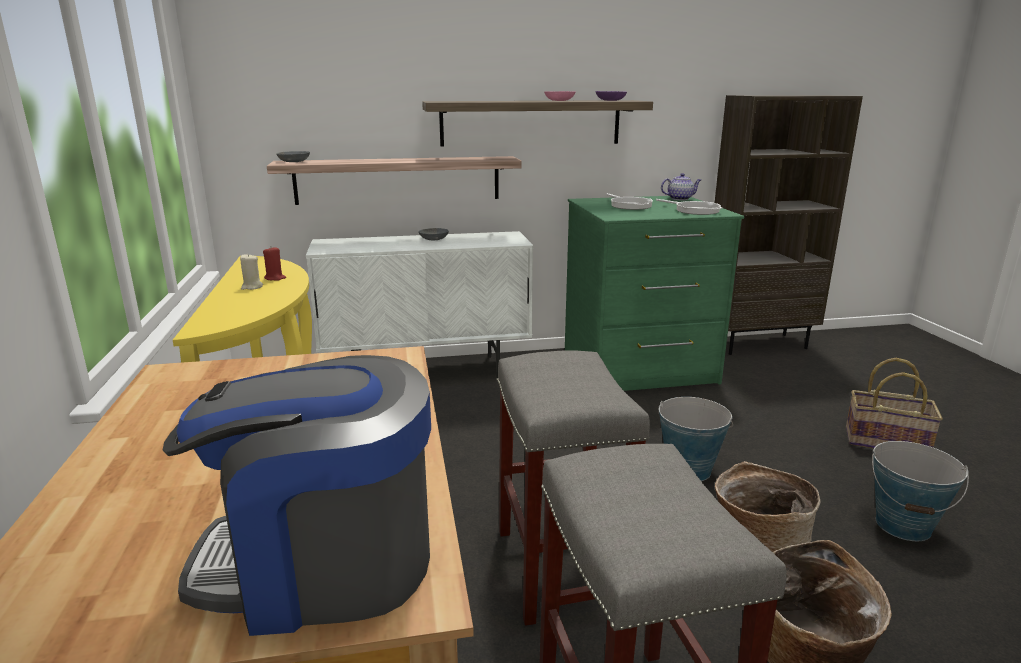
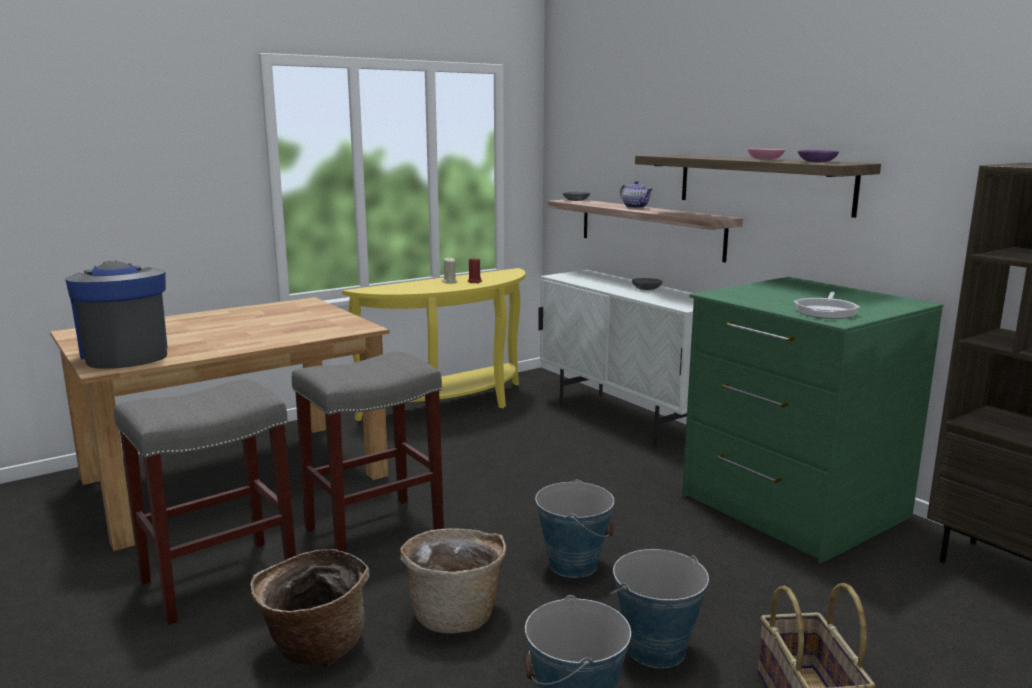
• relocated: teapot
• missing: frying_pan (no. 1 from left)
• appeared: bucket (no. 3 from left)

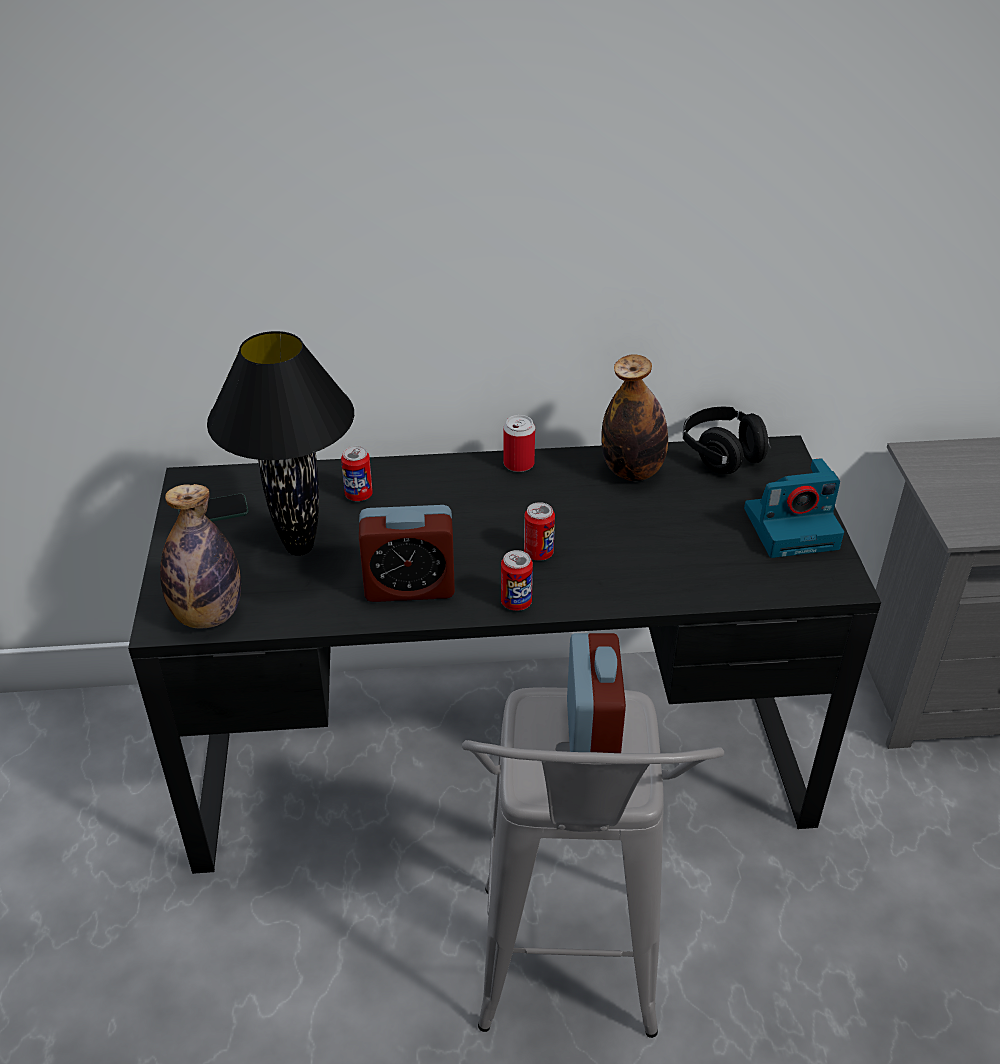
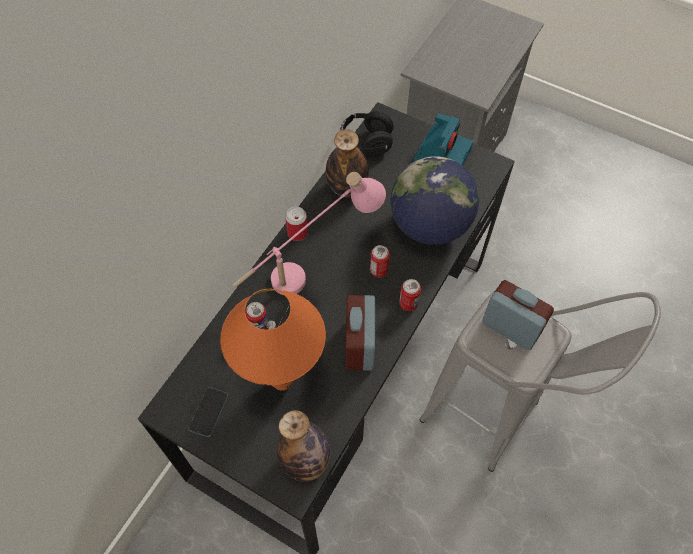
• colour: black_table_lamp to orange_table_lamp
• spun: alarm_clock (no. 1 from left) 150 degrees clockwise
• appeared: globe
• appeared: pink_table_lamp

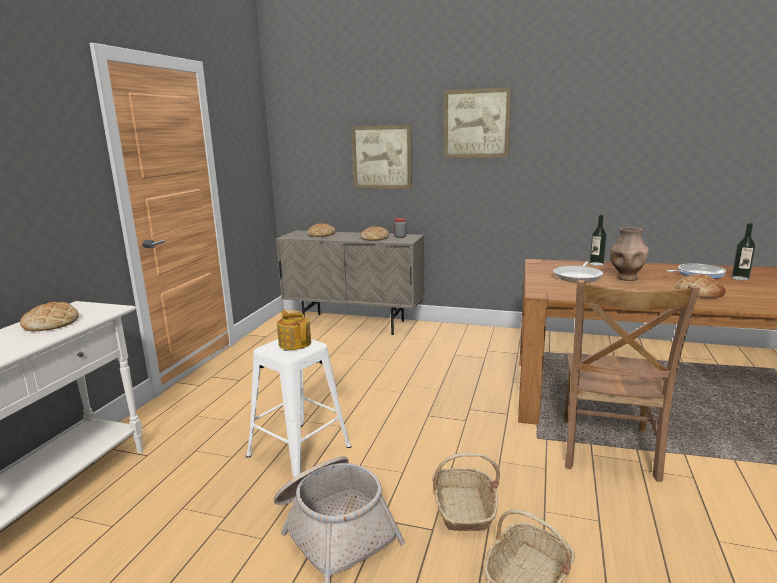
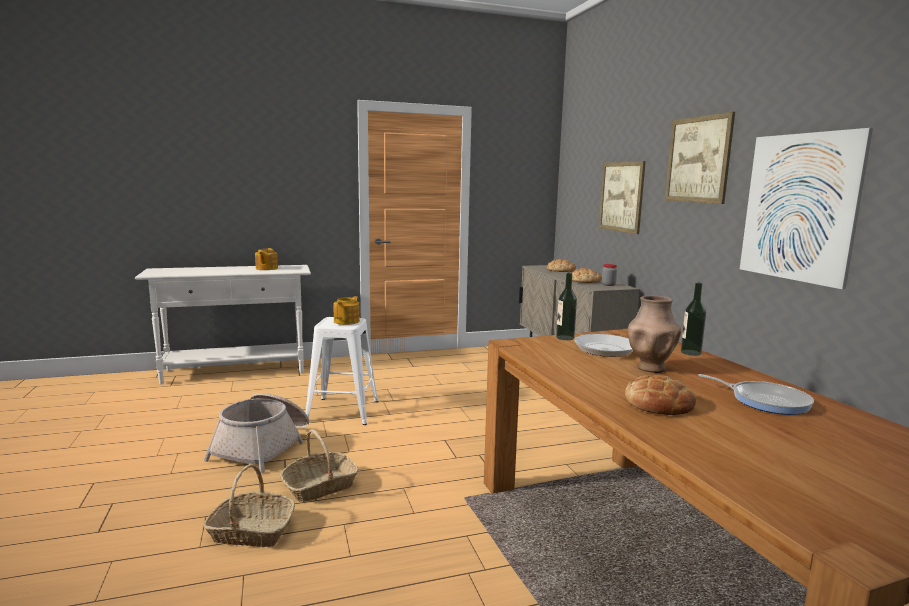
• relocated: bottle (no. 2 from left in the first image) to bottle (no. 1 from left)
• missing: brown_chair
• exchanged: bread (no. 1 from left) to teapot (no. 1 from left)
• appeared: picture (no. 3 from left)

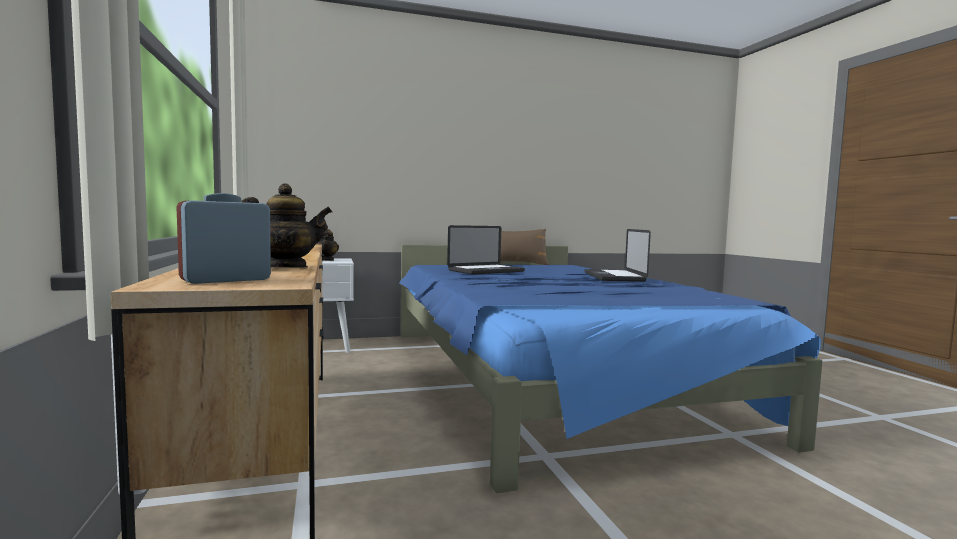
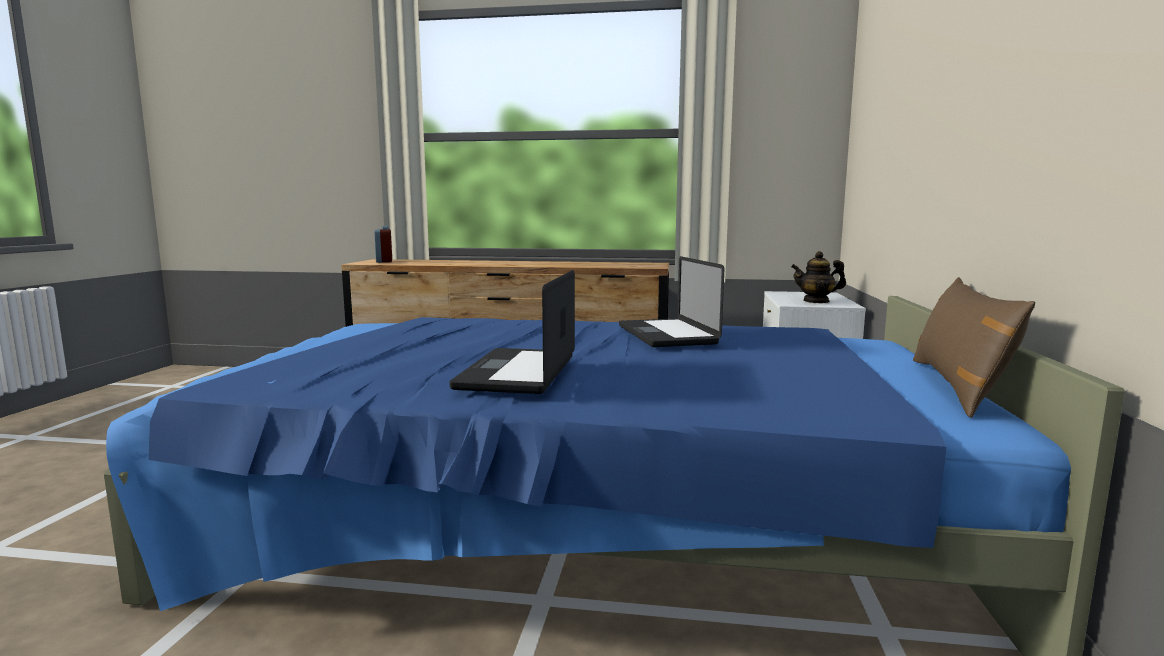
• missing: teapot (no. 1 from left)
• spun: laptop (no. 2 from left in the first image) 105 degrees counterclockwise

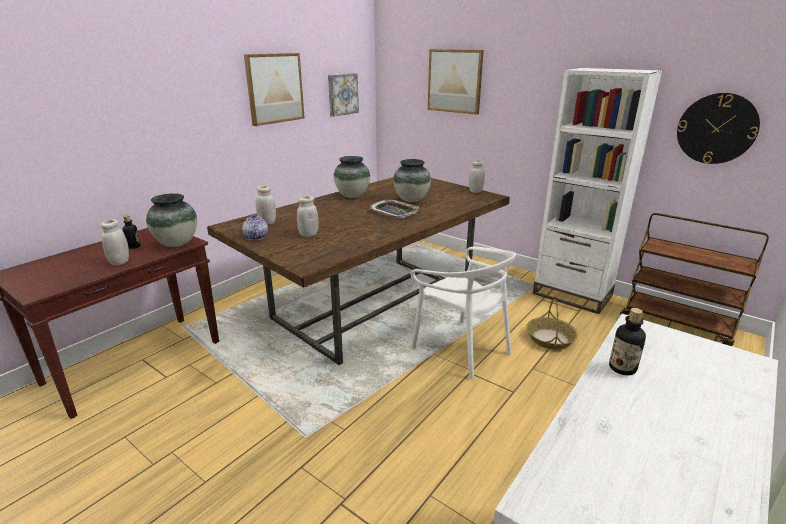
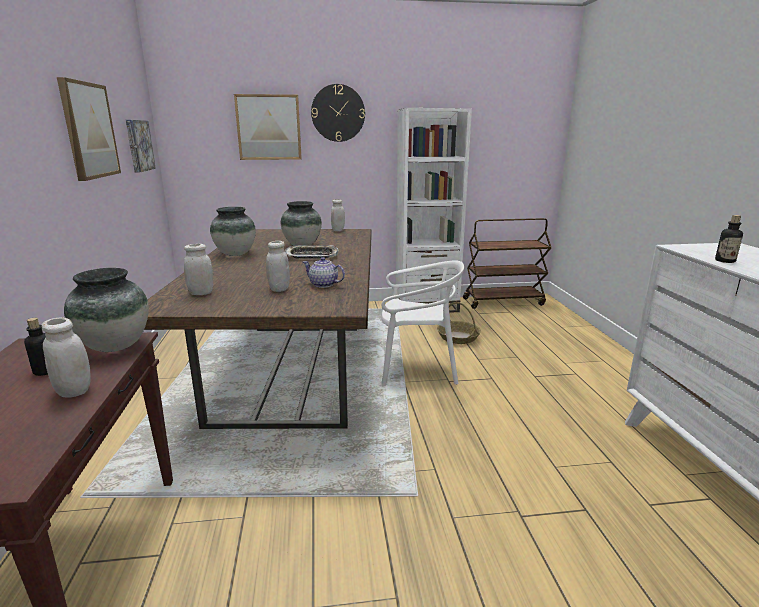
• relocated: wall_clock
• relocated: teapot

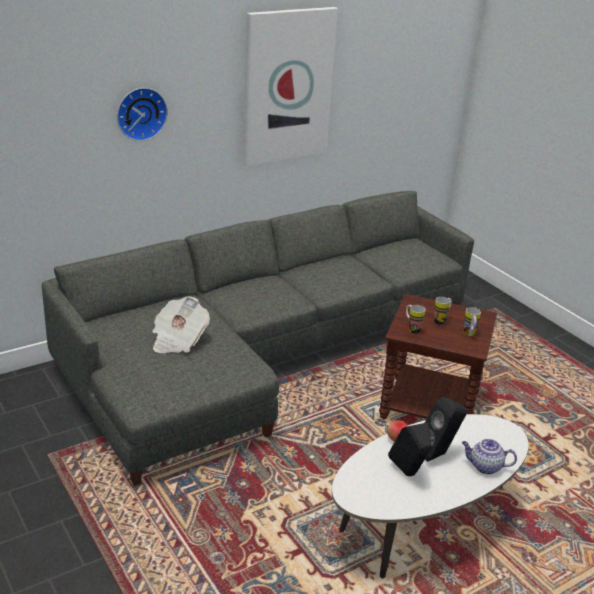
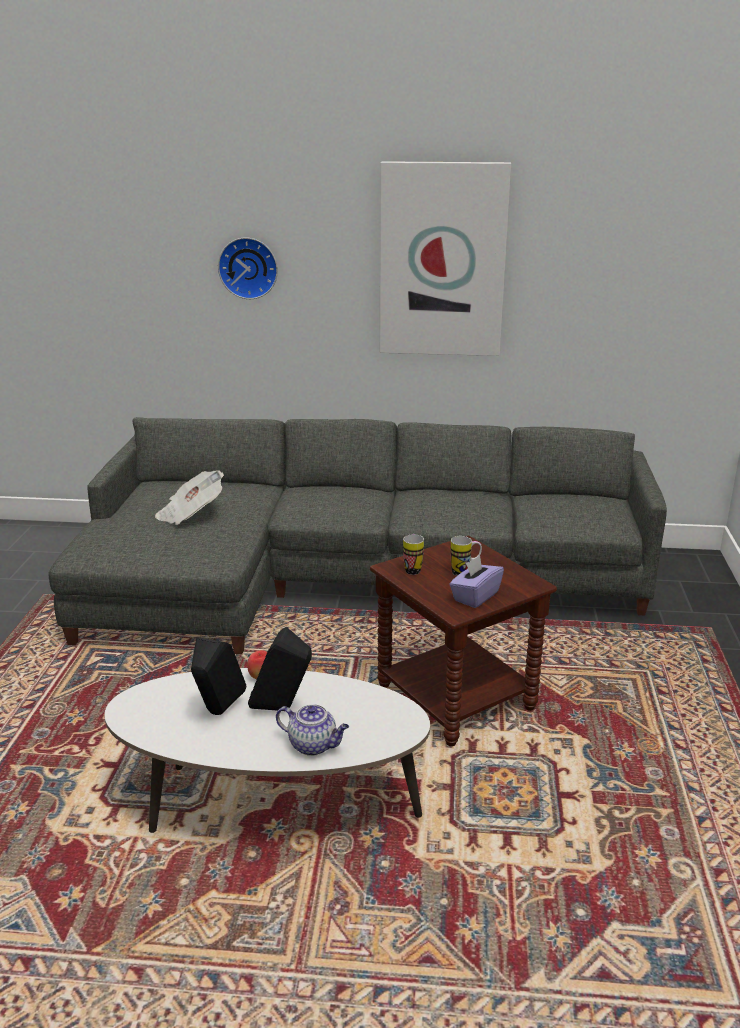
• exchanged: mug (no. 3 from left) to purple_tissue_box
• spun: teapot 150 degrees clockwise

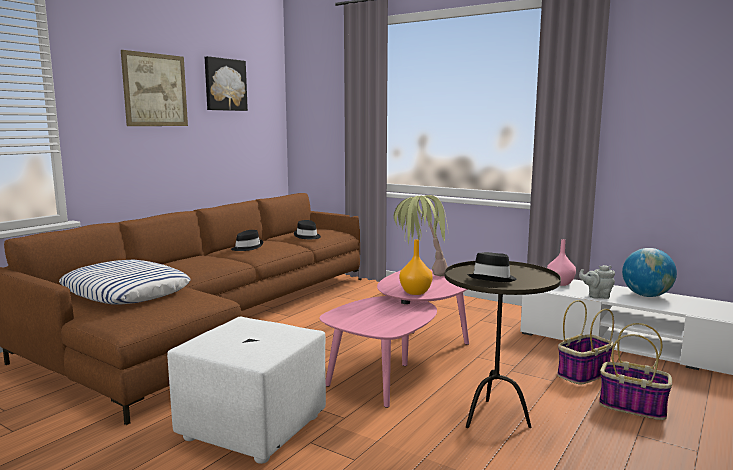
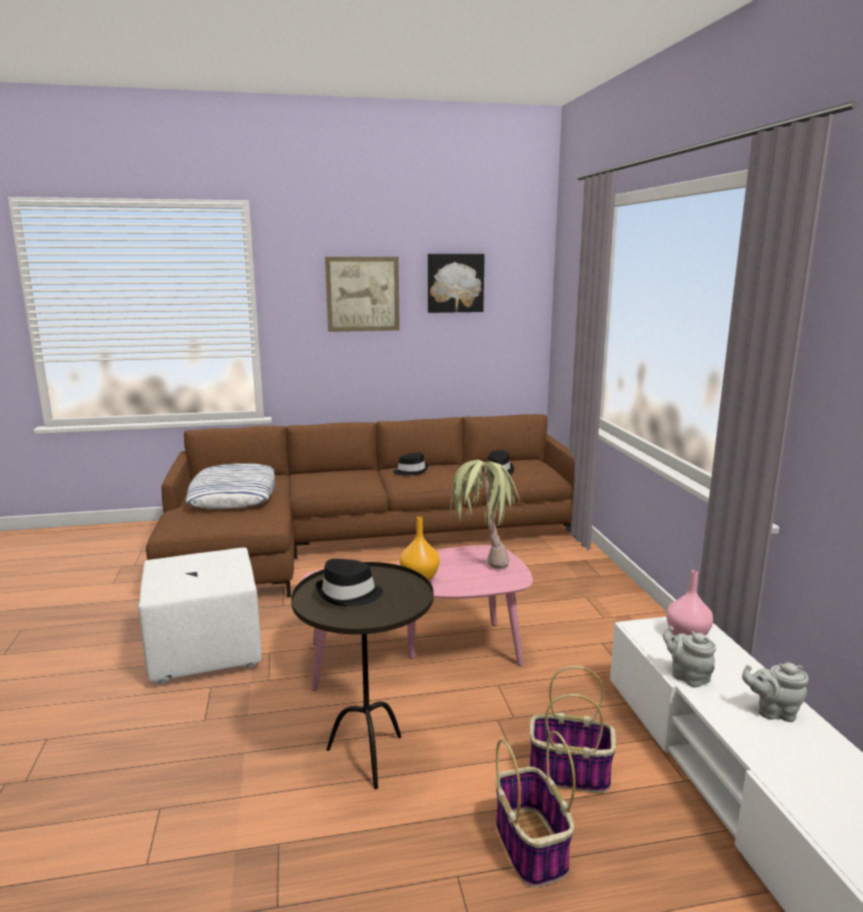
• exchanged: globe to grey_teapot (no. 2 from left)

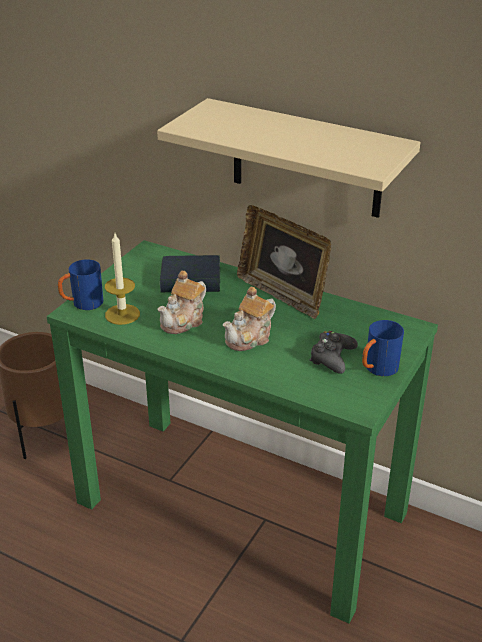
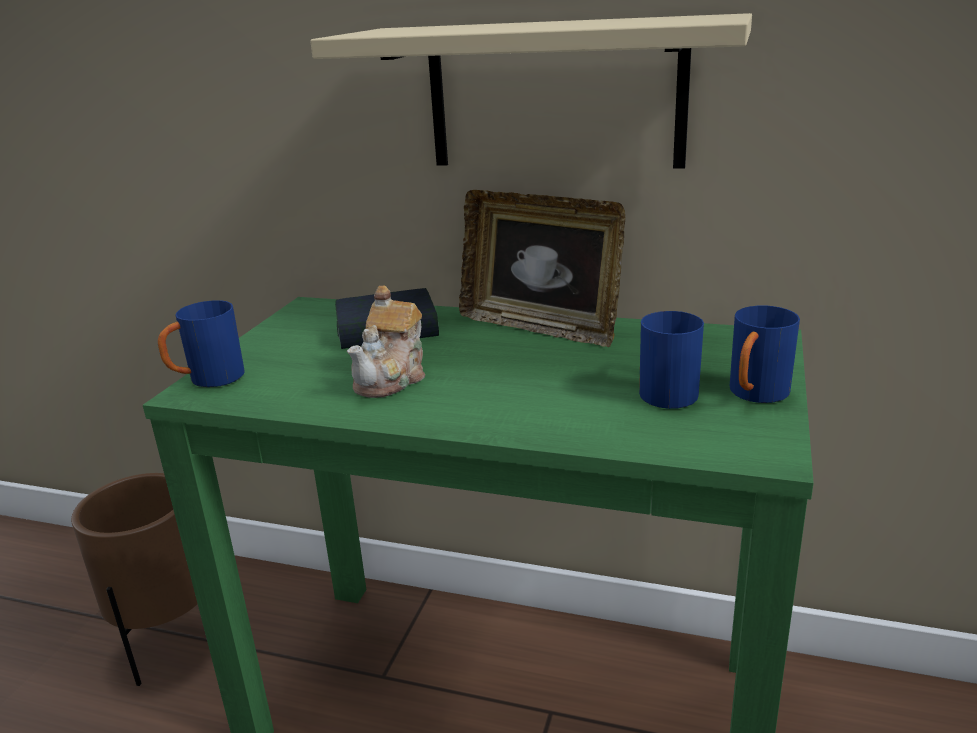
• missing: candle
• missing: teapot (no. 2 from left)
• exchanged: black_game_controller to blue_mug (no. 2 from left)

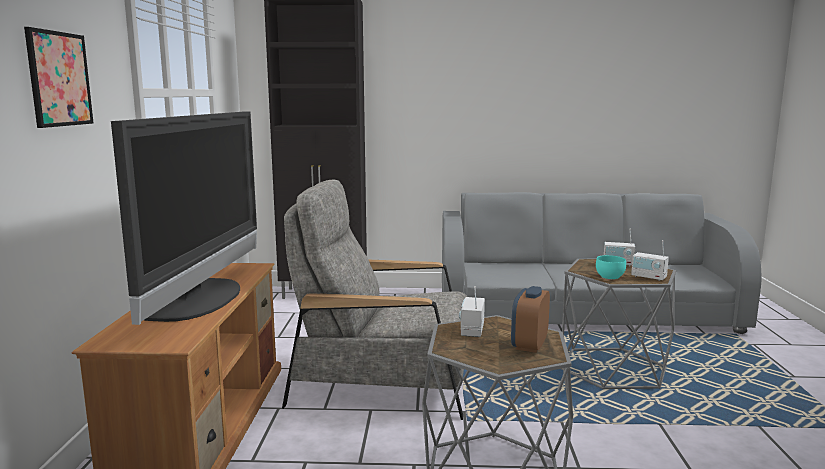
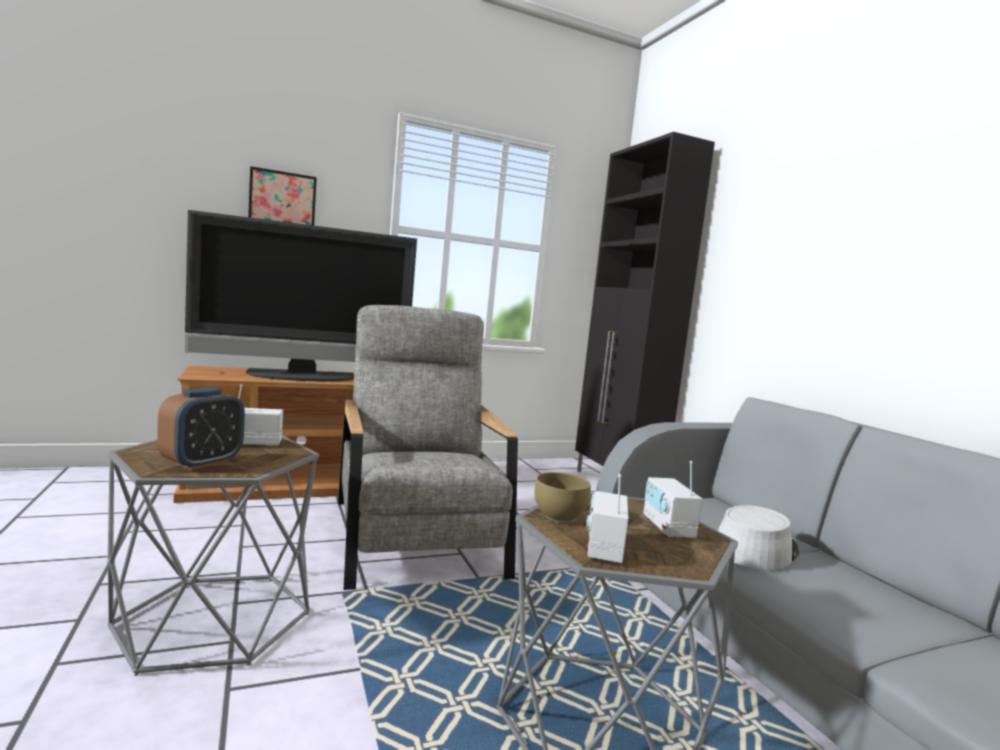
• colour: turquoise_bowl to brown_bowl
• spun: alarm_clock 120 degrees clockwise
• appeared: grey_hat

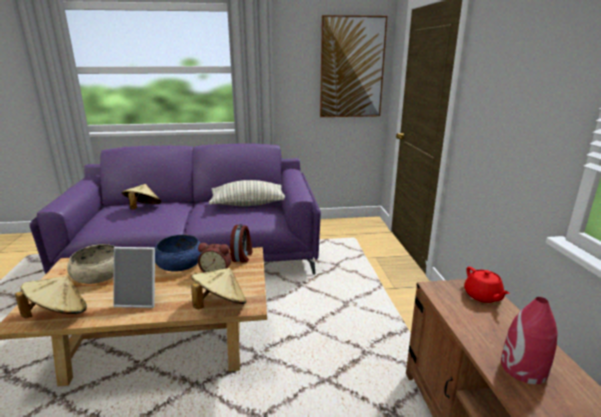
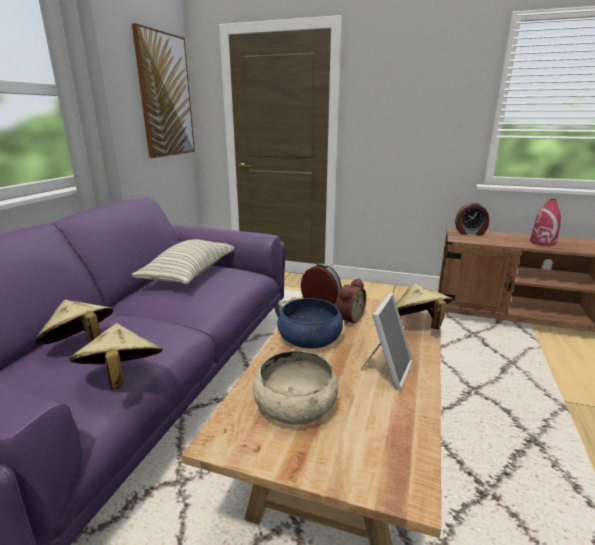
• exchanged: red_teapot to alarm_clock (no. 3 from left)
• relocated: beige_hat (no. 1 from left in the first image) to beige_hat (no. 2 from left)

